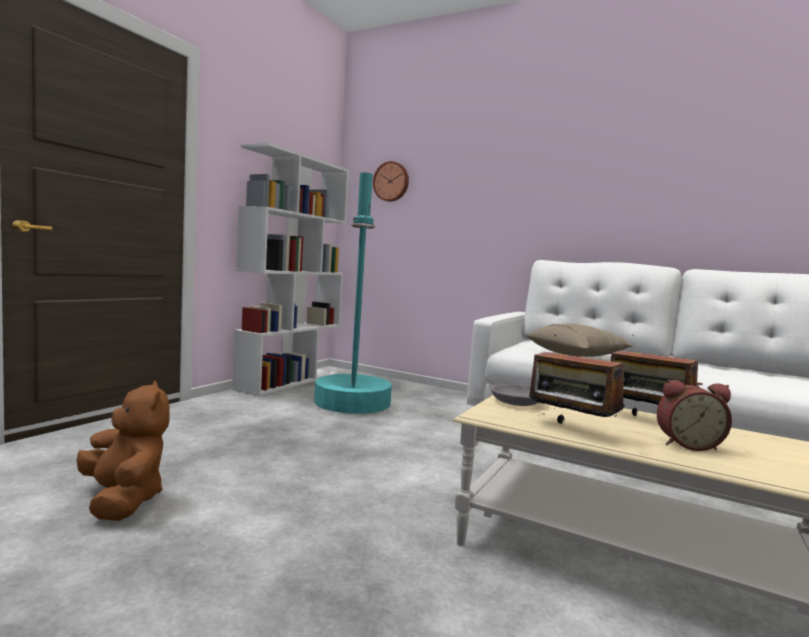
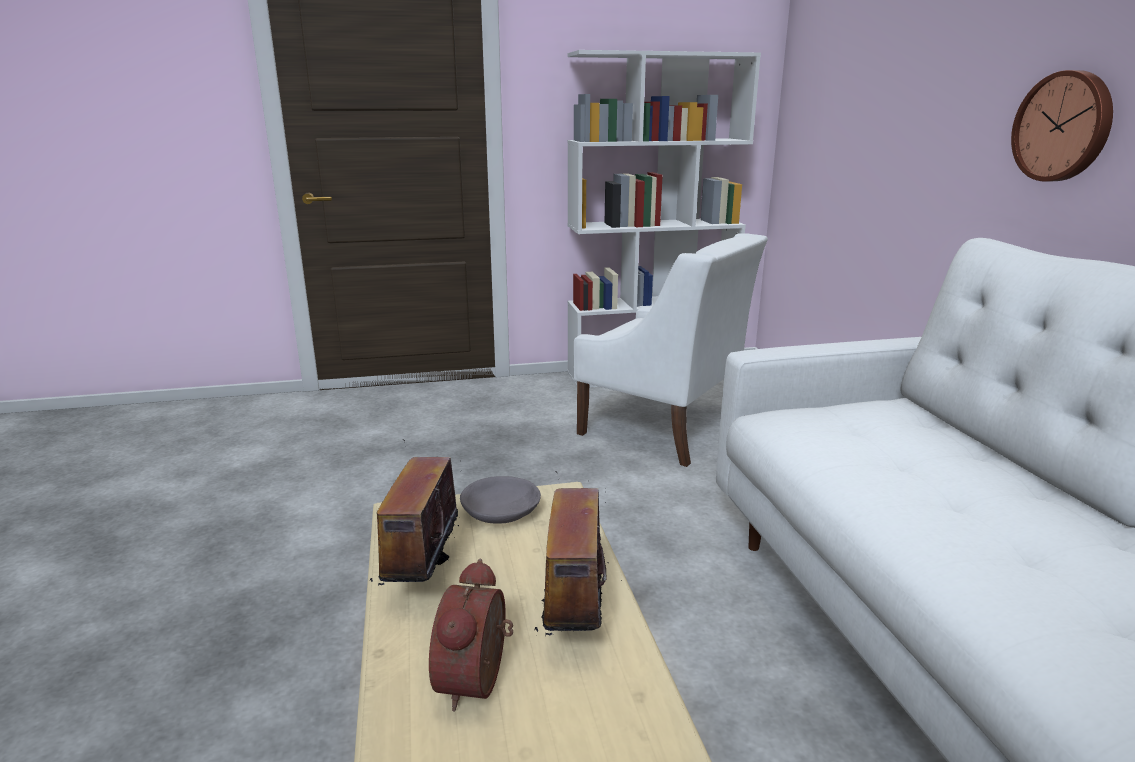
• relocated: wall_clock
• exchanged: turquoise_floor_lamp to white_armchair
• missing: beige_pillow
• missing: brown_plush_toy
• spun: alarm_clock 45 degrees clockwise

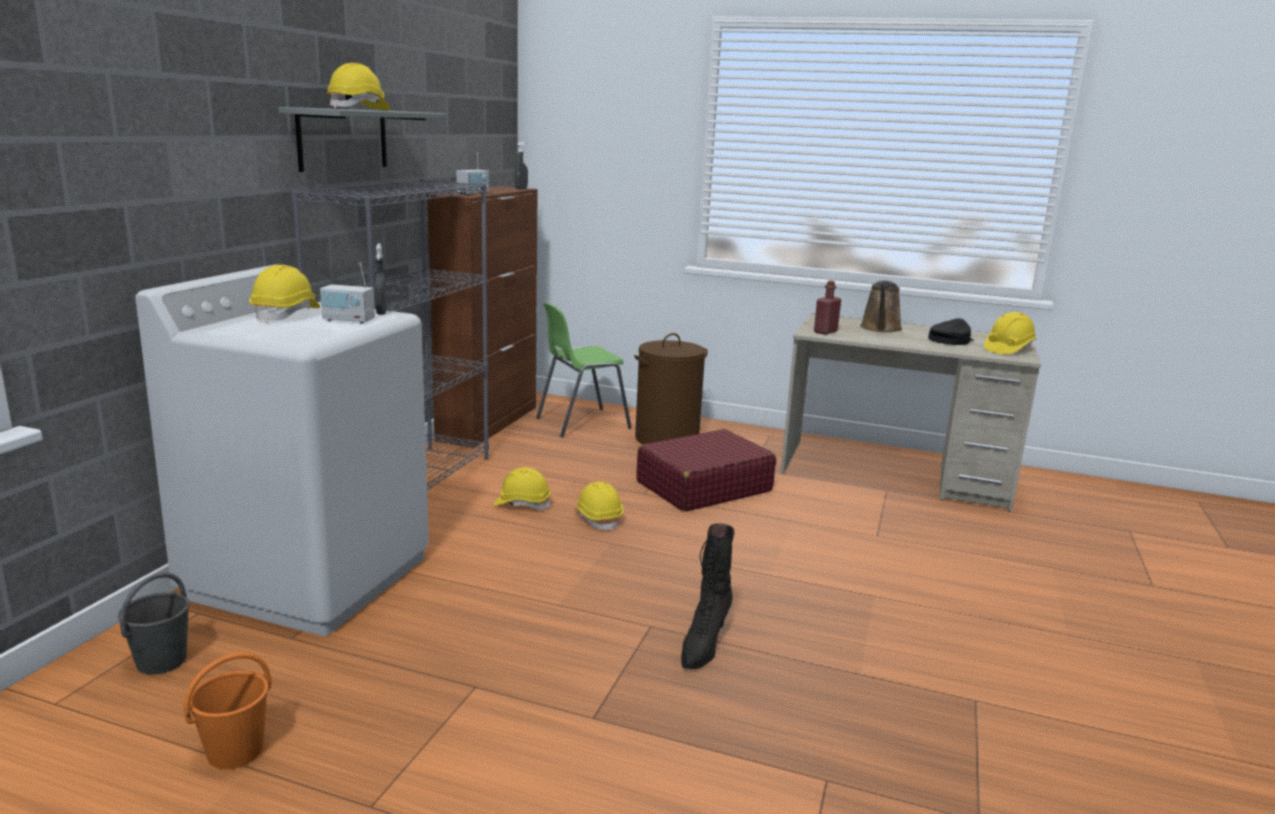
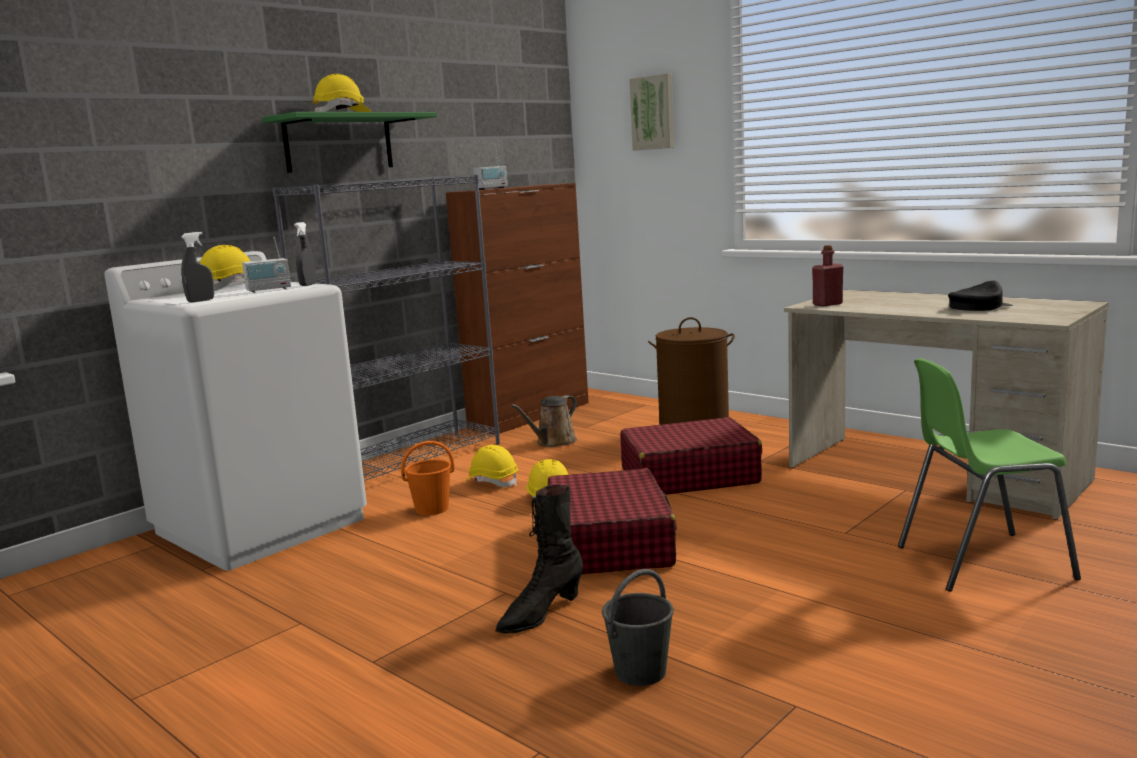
• colour: grey_shelf to green_shelf
• relocated: grey_spray_bottle (no. 2 from left in the first image) to grey_spray_bottle (no. 1 from left)
• spun: radio (no. 1 from left) 60 degrees counterclockwise
• relocated: brown_watering_can
• relocated: green_chair
• missing: yellow_hard_hat (no. 5 from left)
• relocated: grey_bucket
• relocated: orange_bucket
• appeared: picture
• appeared: red_suitcase (no. 1 from left)

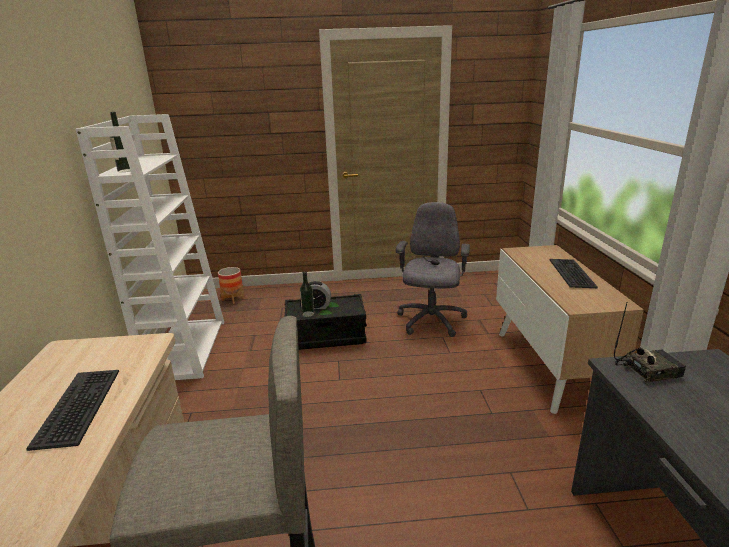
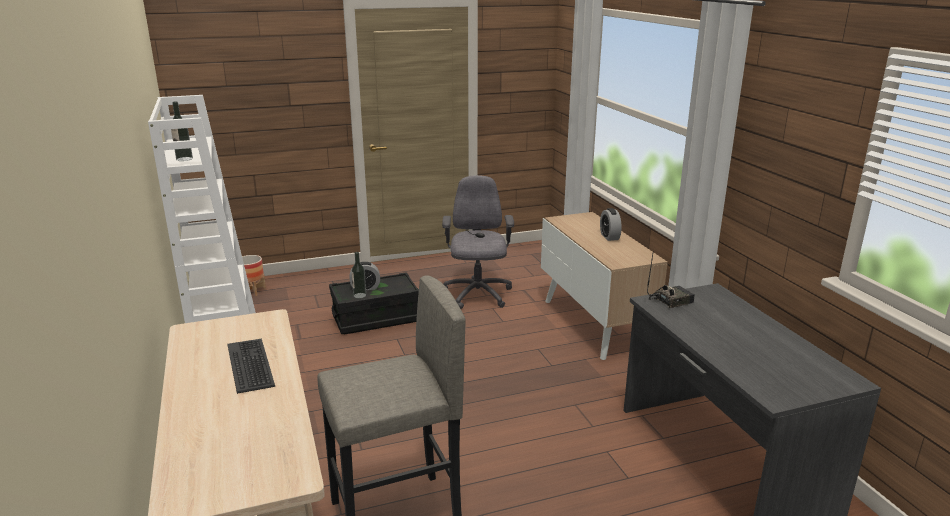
• exchanged: keyboard (no. 2 from left) to alarm_clock (no. 2 from left)

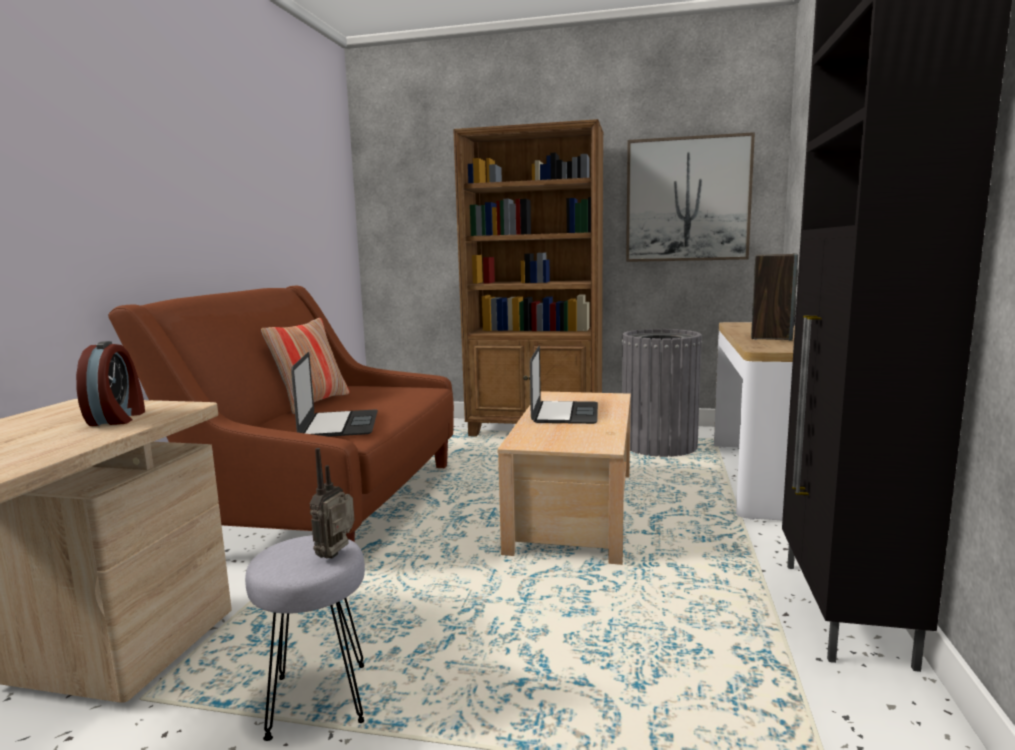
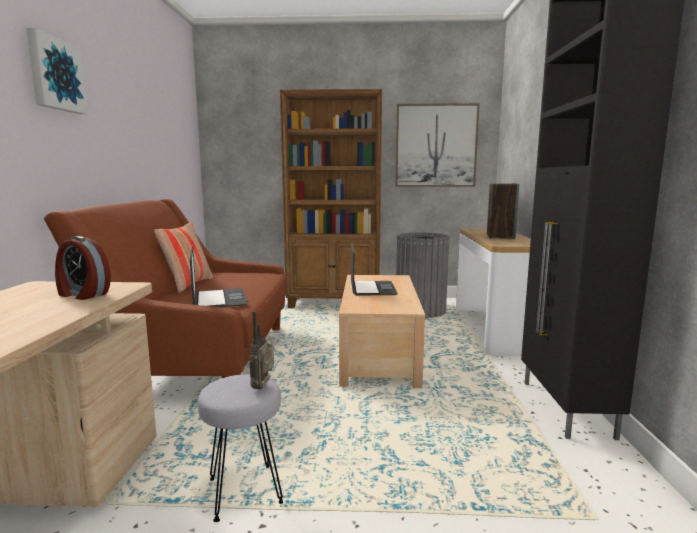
• spun: alarm_clock 135 degrees clockwise
• appeared: picture (no. 1 from left)

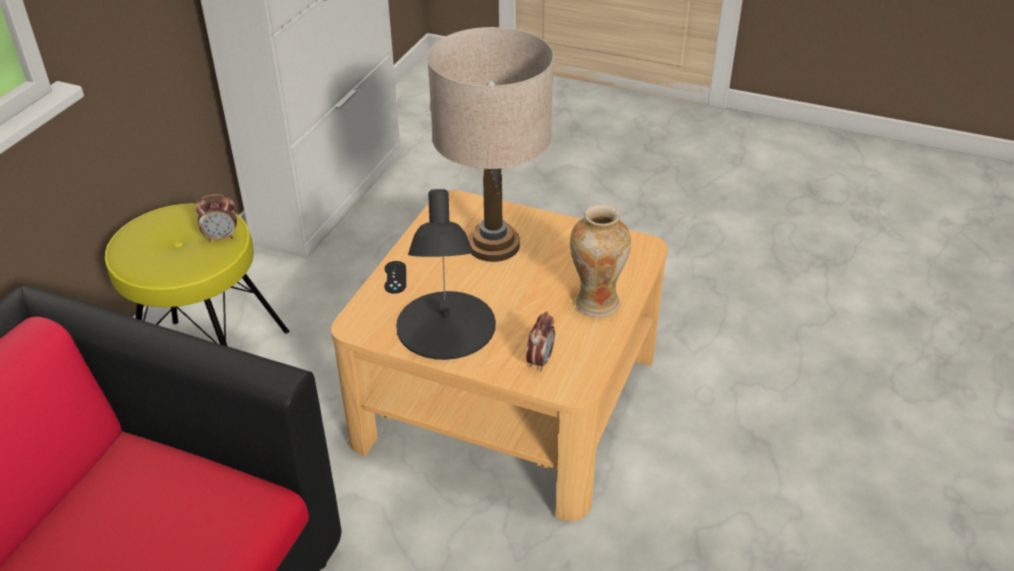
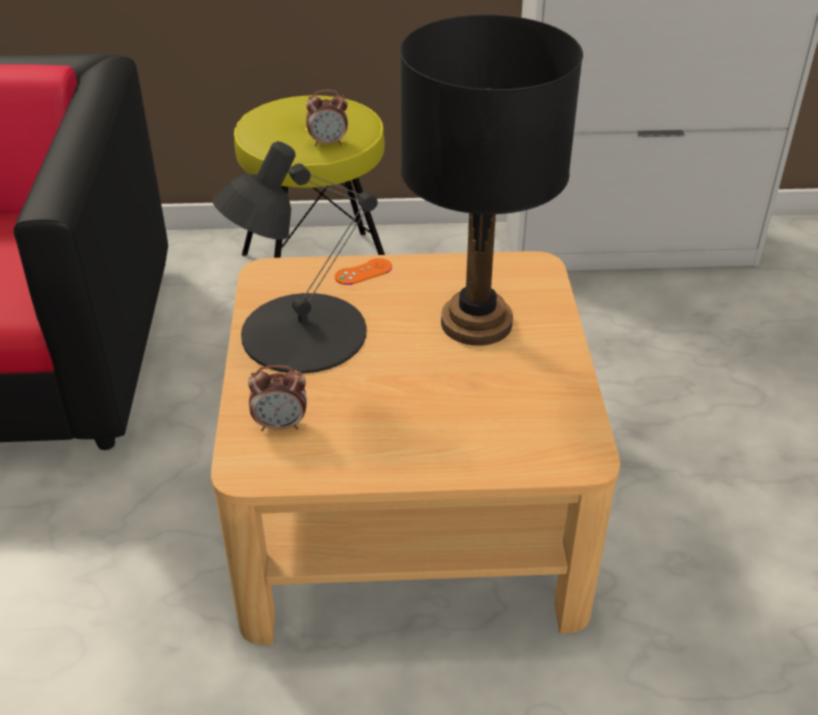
• colour: beige_table_lamp to black_table_lamp (no. 2 from left)
• spun: alarm_clock (no. 1 from left in the first image) 60 degrees counterclockwise
• missing: vase
• colour: black_game_controller to orange_game_controller

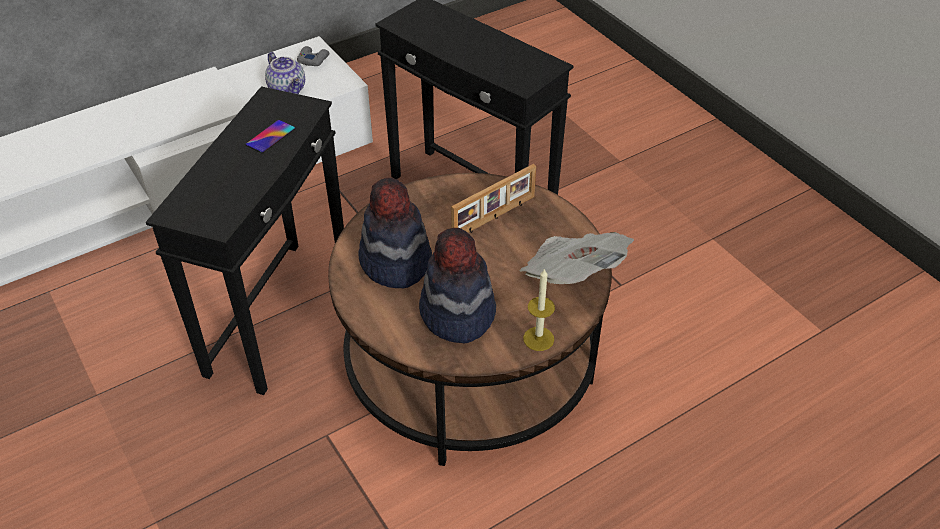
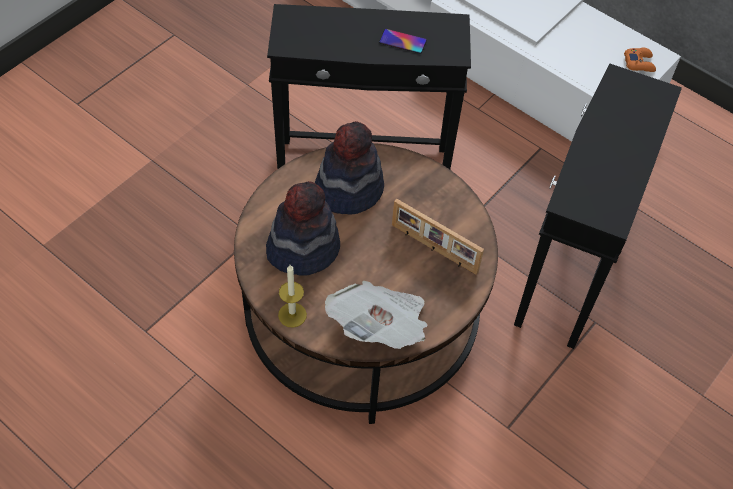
• colour: grey_game_controller to orange_game_controller
• missing: teapot

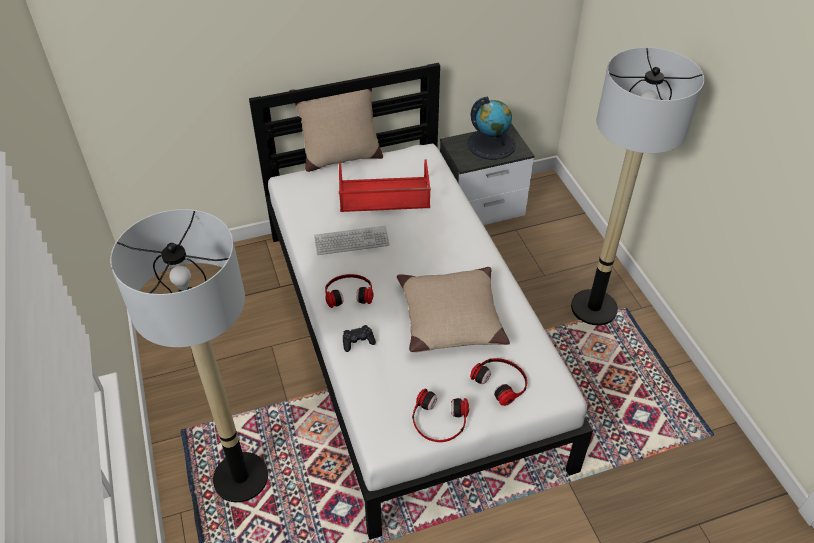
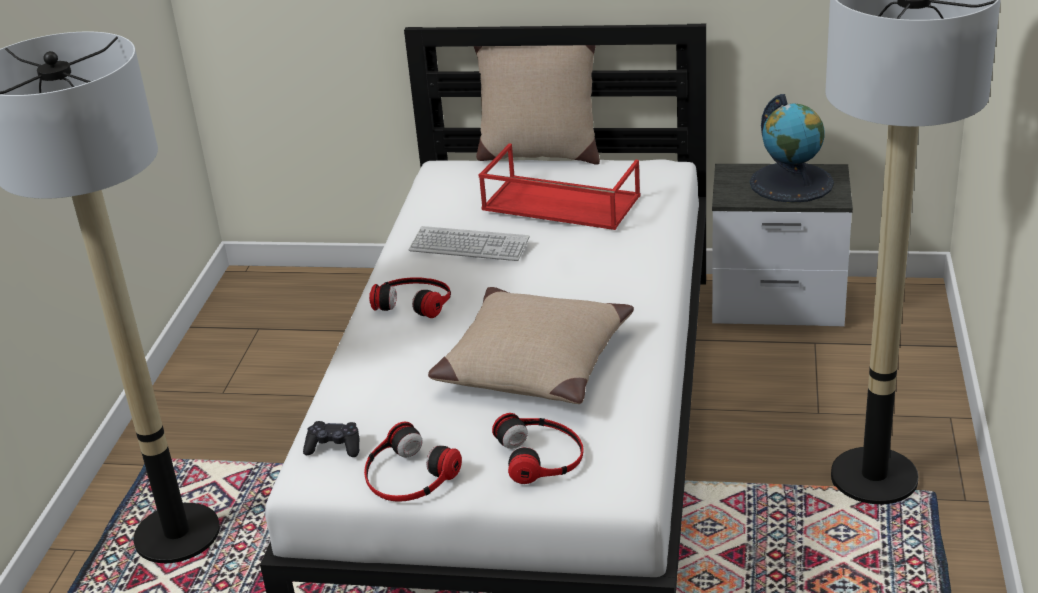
• relocated: black_game_controller

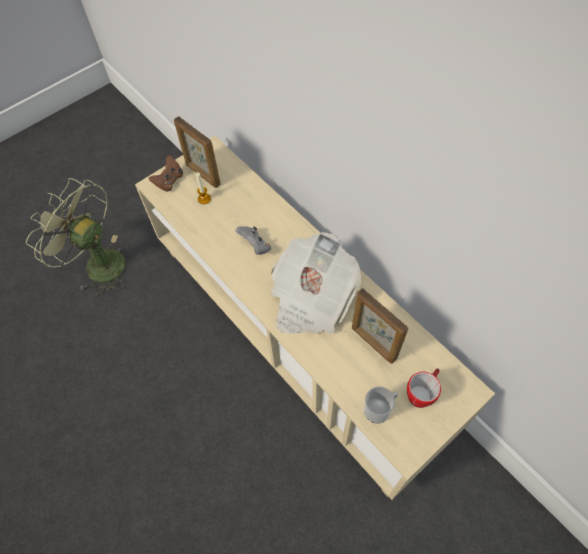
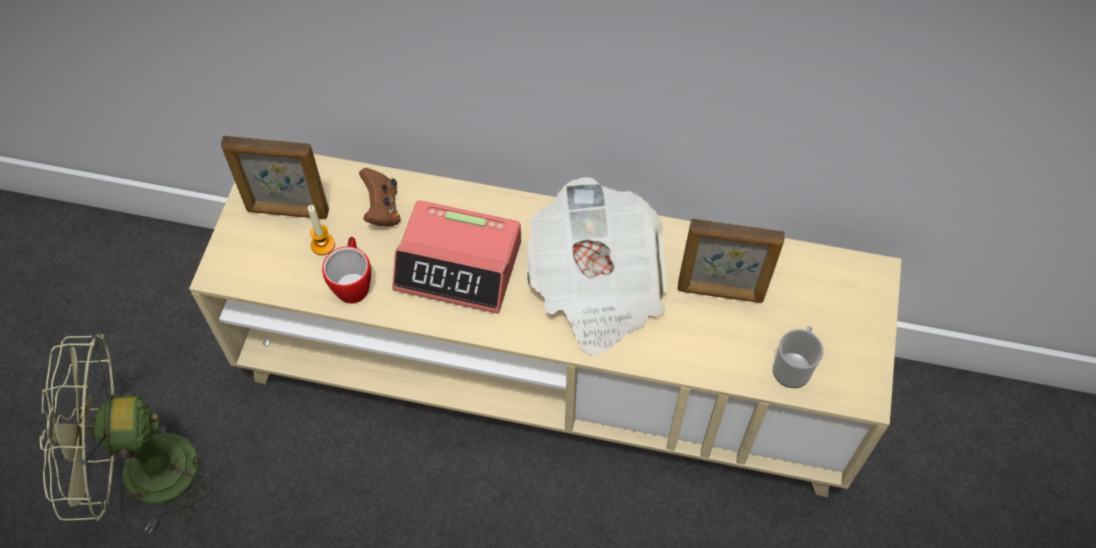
• relocated: brown_game_controller
• exchanged: grey_game_controller to alarm_clock
• relocated: mug (no. 2 from left in the first image) to mug (no. 1 from left)

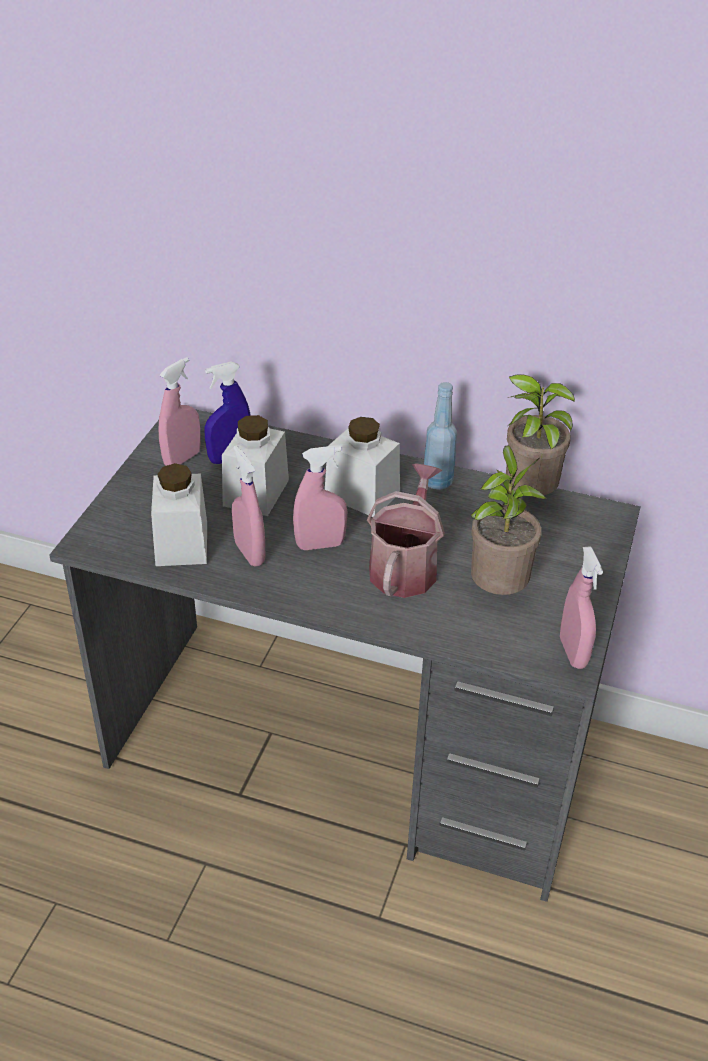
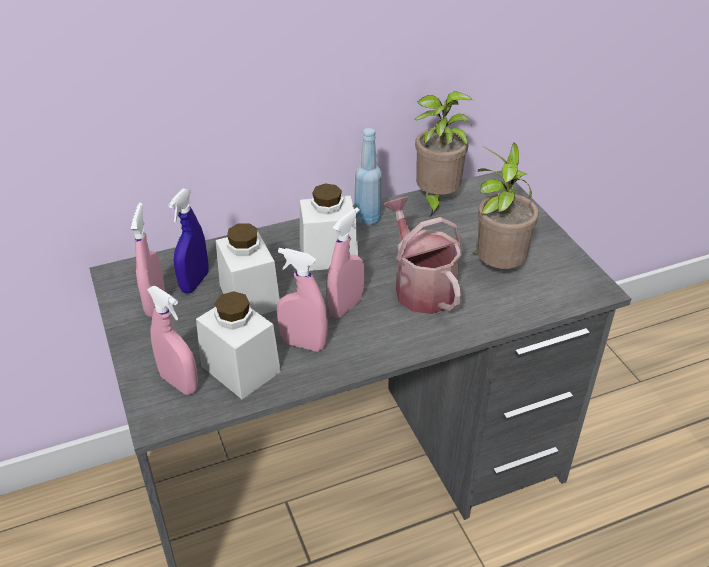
• relocated: pink_spray_bottle (no. 4 from left in the first image) to pink_spray_bottle (no. 2 from left)

